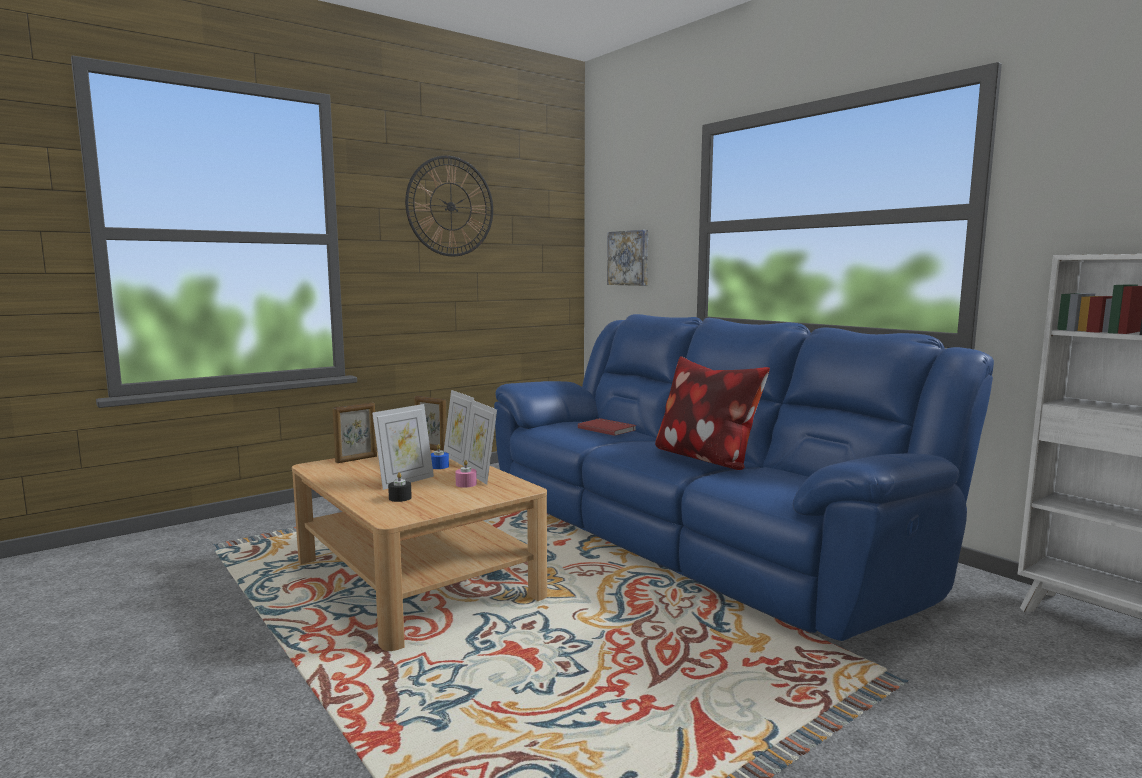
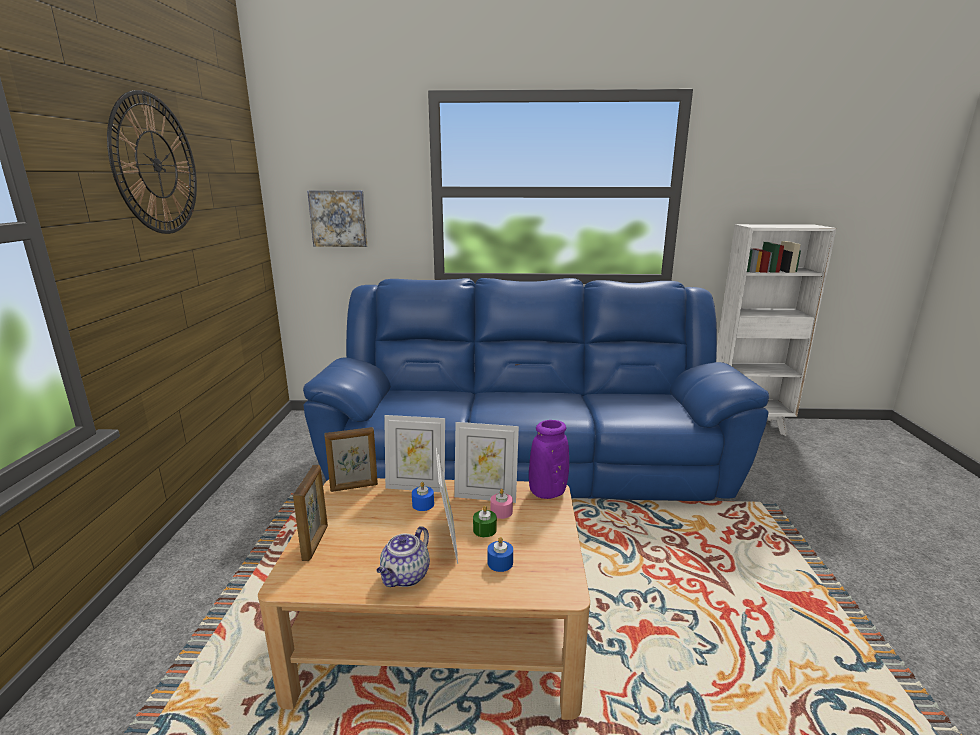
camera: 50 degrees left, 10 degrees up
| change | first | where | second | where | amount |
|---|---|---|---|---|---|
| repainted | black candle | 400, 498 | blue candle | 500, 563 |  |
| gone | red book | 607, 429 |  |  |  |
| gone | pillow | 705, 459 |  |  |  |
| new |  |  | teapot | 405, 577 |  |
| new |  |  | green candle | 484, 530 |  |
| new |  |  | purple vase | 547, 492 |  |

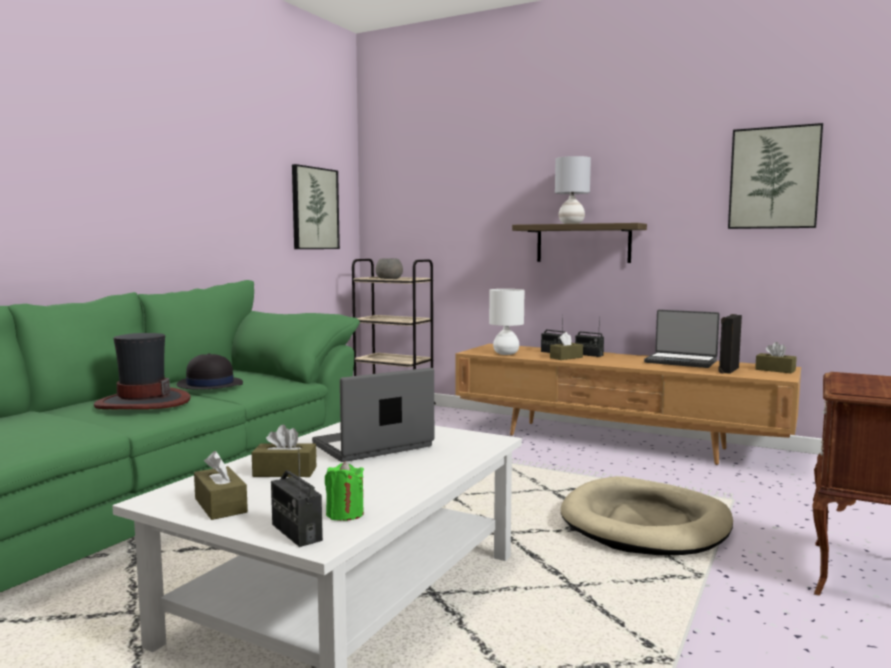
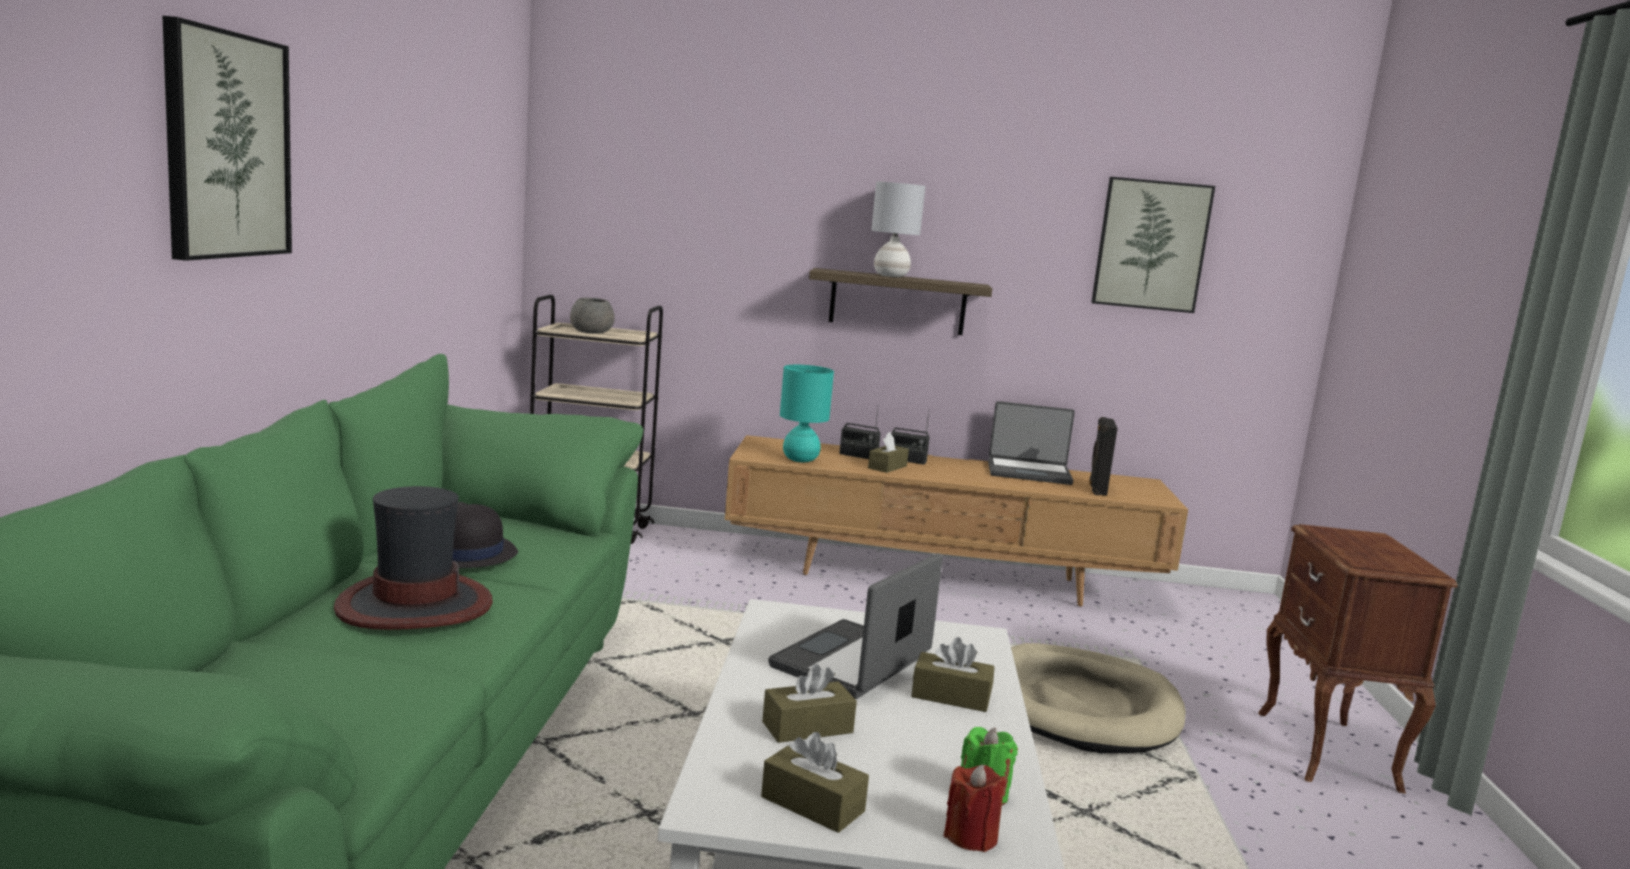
camera: 25 degrees left, 5 degrees up
| change | first | where | second | where | amount |
|---|---|---|---|---|---|
| swapped | radio | 296, 532 | red candle | 970, 836 |  |
| shifted | picture | 314, 208 |  | 226, 145 |  |
| repainted | white table lamp | 506, 354 | turquoise table lamp | 801, 460 |  |
| shifted | brown tissue box | 775, 370 |  | 951, 696 |  |

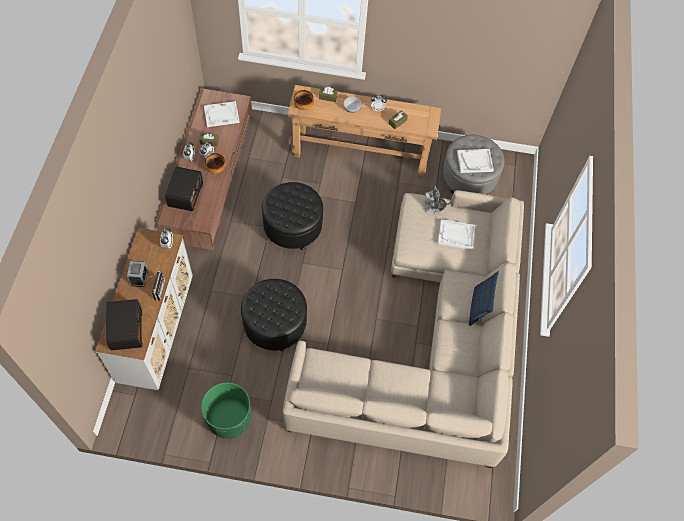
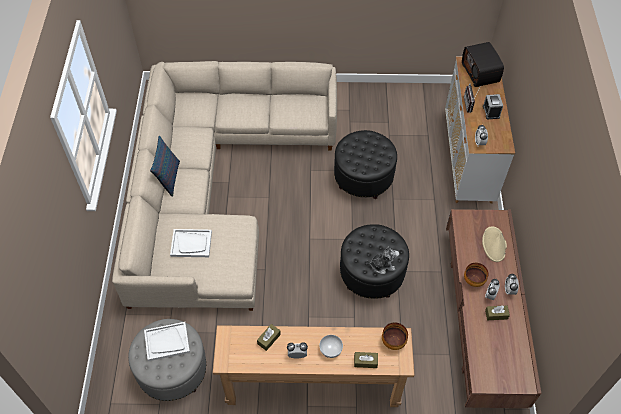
camera: 175 degrees right, 5 degrees down
| change | first | where | second | where | amount |
|---|---|---|---|---|---|
| swapped | radio | 185, 195 | beige hat | 494, 244 |  |
| gone | green planter | 229, 419 |  |  |  |
| gone | white tray | 221, 115 |  |  |  |
| shifted | plush toy | 434, 207 |  | 382, 265 |  |

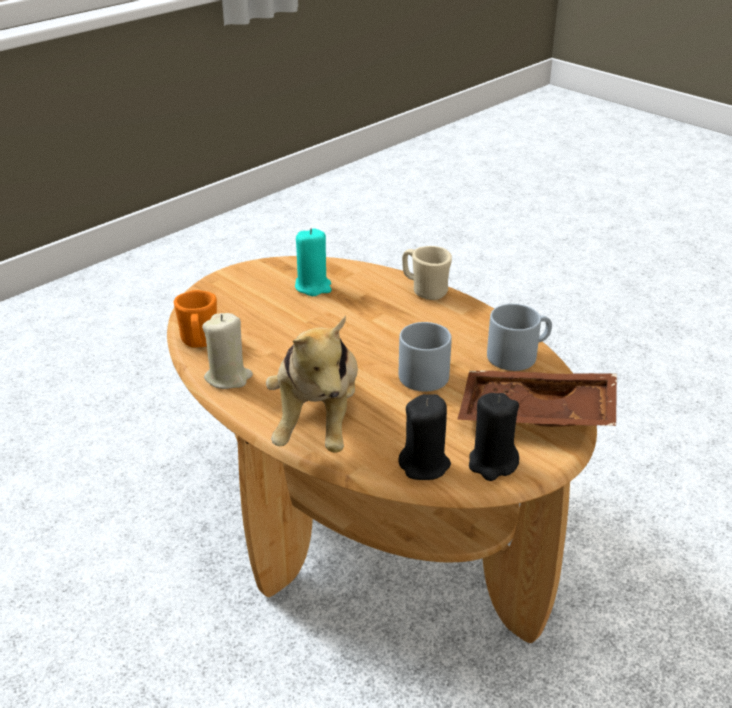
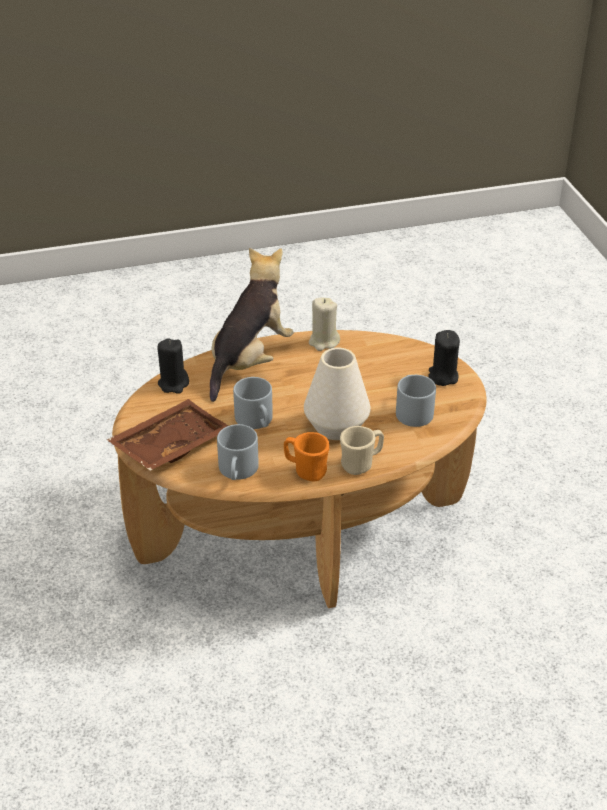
camera: 120 degrees right, 5 degrees up
| change | first | where | second | where | amount |
|---|---|---|---|---|---|
| shifted | orange mug | 199, 342 |  | 306, 470 |  |
| rotated | plush toy | 317, 421 |  | 249, 360 | 90 degrees clockwise |
| swapped | turquoise candle | 313, 286 | grey mug | 412, 410 |  |
| shifted | black candle | 492, 463 |  | 443, 376 |  |
| new |  |  | white vase | 336, 426 |  |

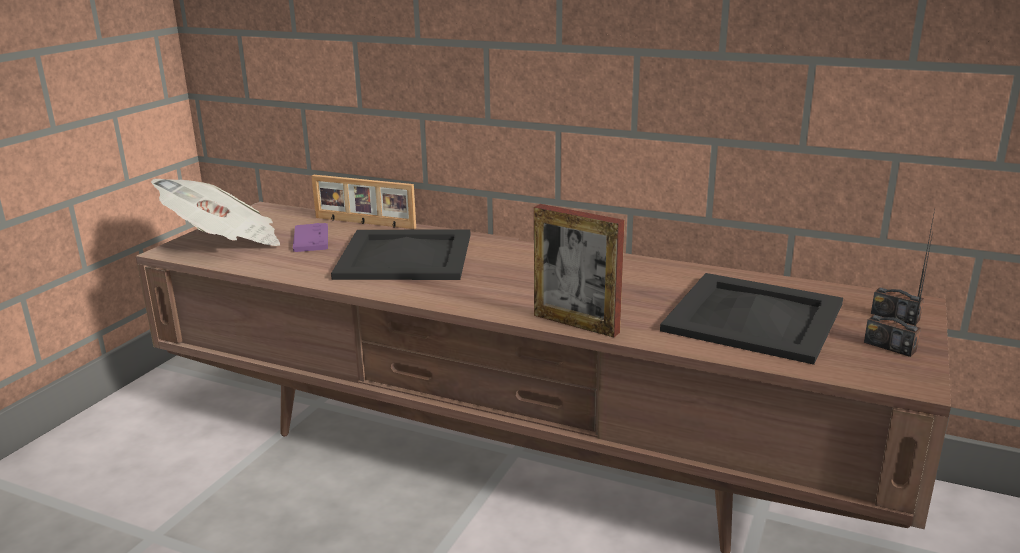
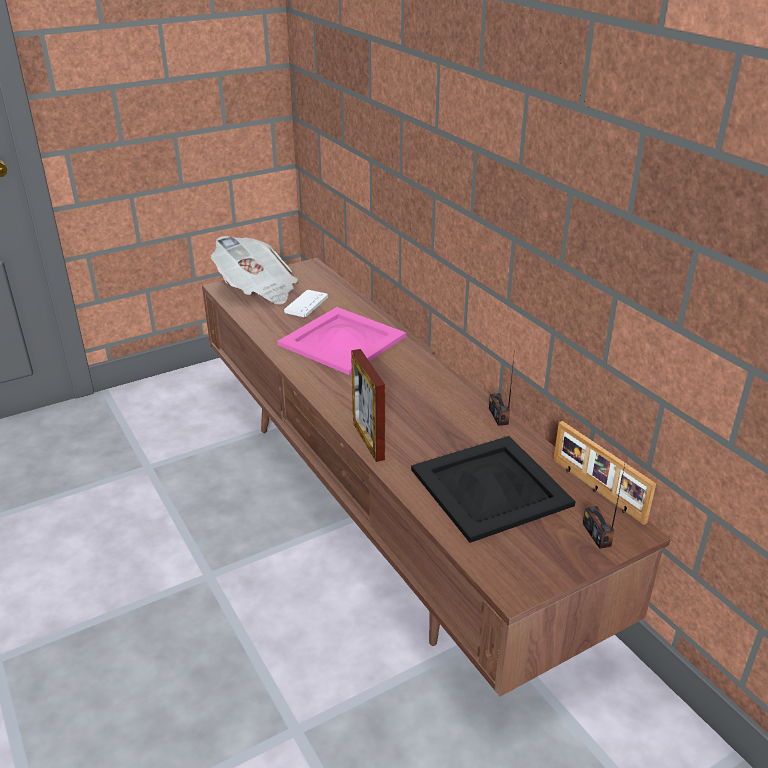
camera: 35 degrees right, 10 degrees up
| change | first | where | second | where | amount |
|---|---|---|---|---|---|
| repainted | purple game controller | 311, 239 | white game controller | 306, 304 |  |
| shifted | picture frame | 364, 223 |  | 596, 490 |  |
| repainted | black tray | 406, 256 | pink tray | 342, 341 |  |
| shifted | radio | 890, 346 |  | 498, 416 |  |

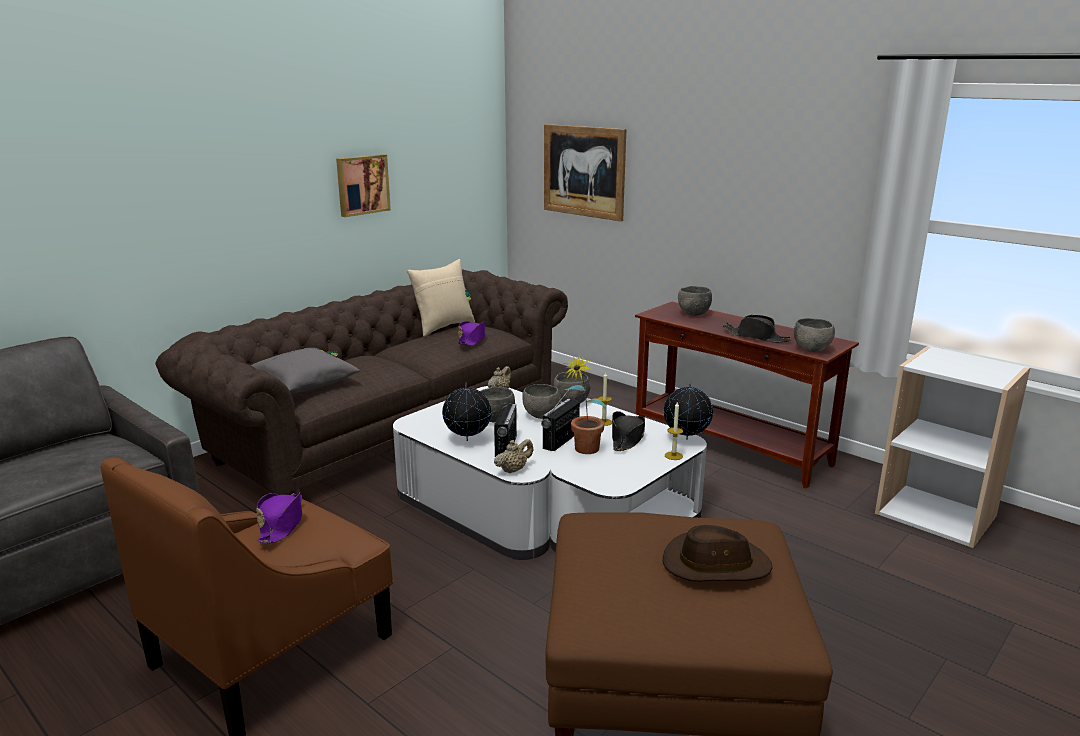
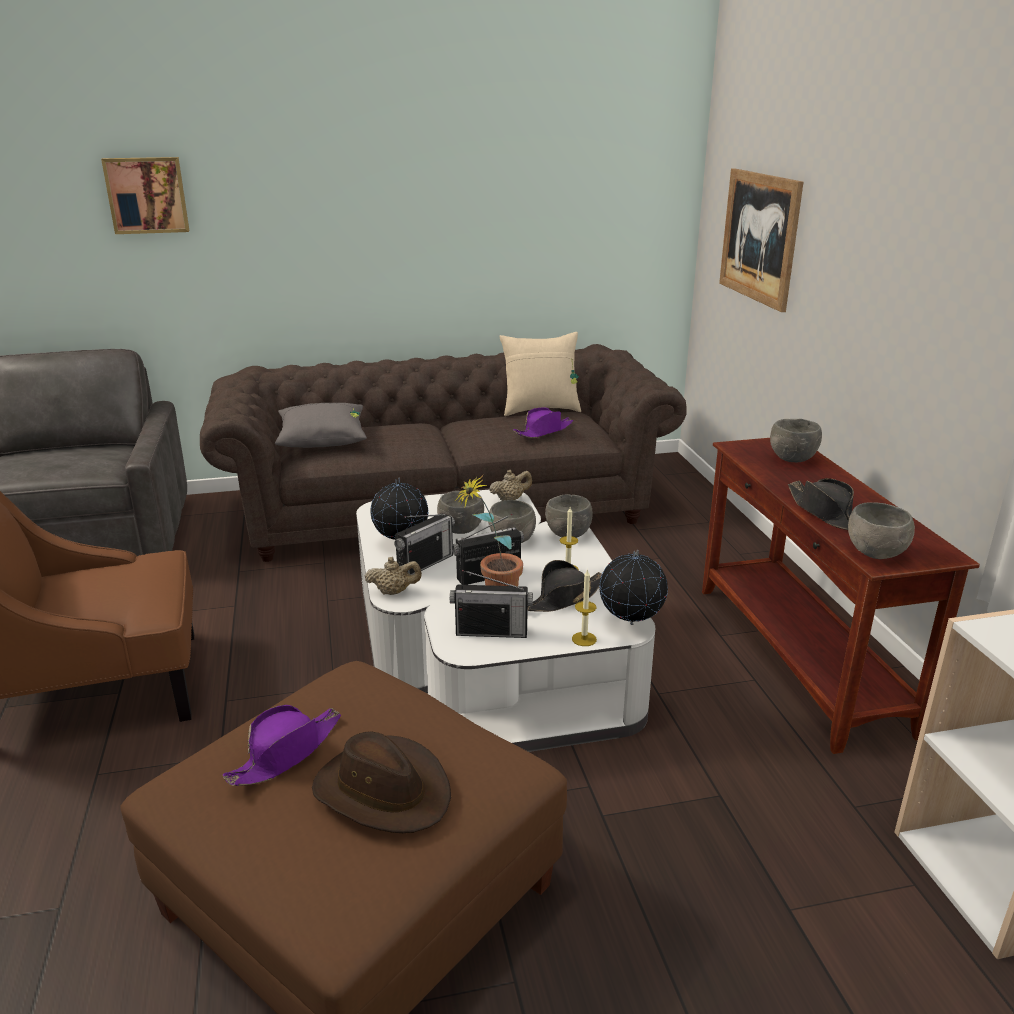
camera: 35 degrees right, 5 degrees up
| change | first | where | second | where | amount |
|---|---|---|---|---|---|
| shifted | purple hat | 282, 523 |  | 286, 752 |  |
| shifted | picture | 362, 185 |  | 147, 195 |  |
| new |  |  | radio | 491, 632 |  |

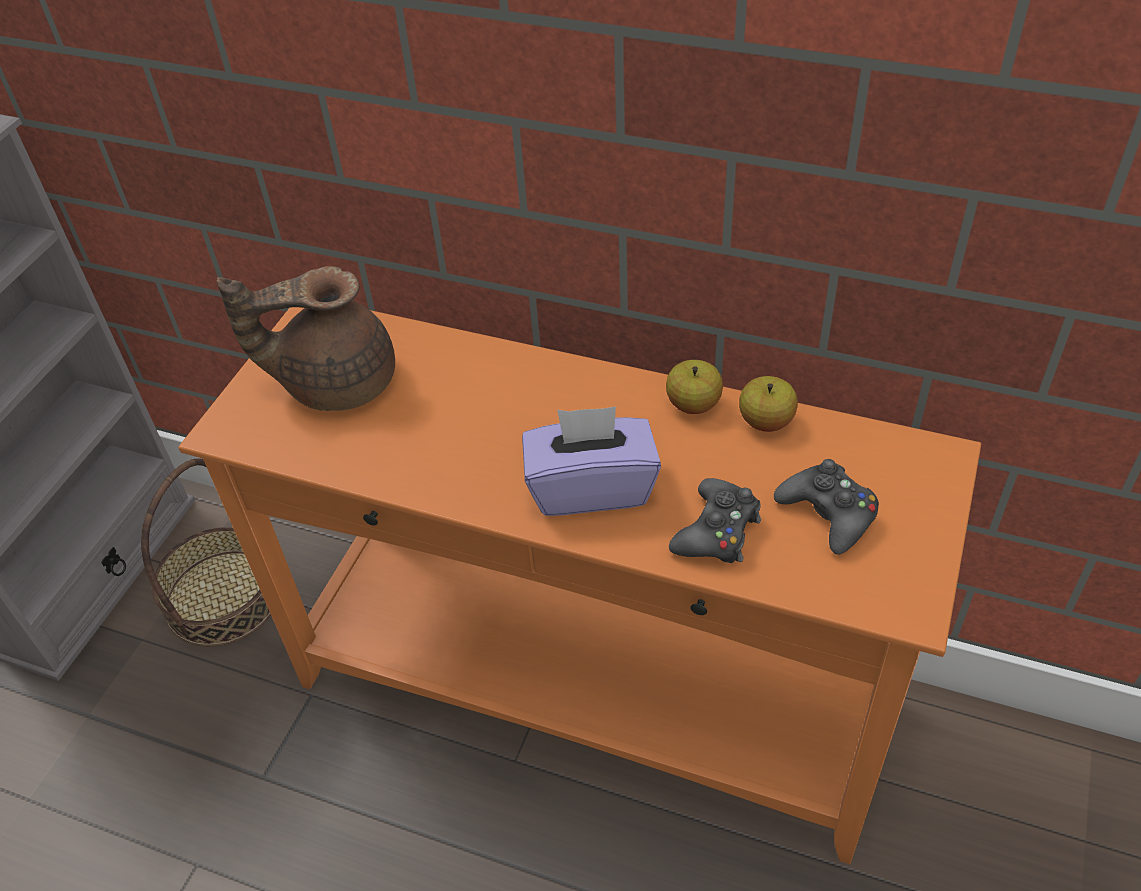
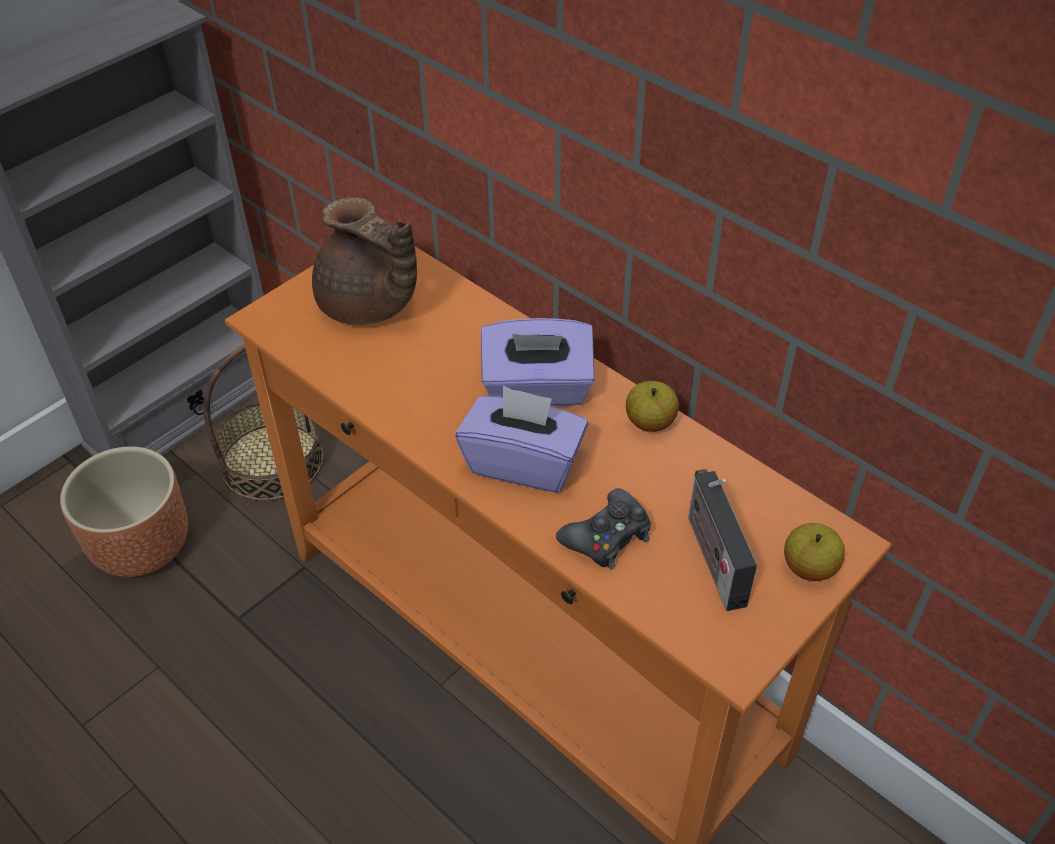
camera: 20 degrees right, 0 degrees up
| change | first | where | second | where | amount |
|---|---|---|---|---|---|
| rotated | brown teapot | 335, 382 |  | 368, 306 | 150 degrees counterclockwise |
| shifted | apple | 766, 422 |  | 809, 568 |  |
| swapped | black game controller | 828, 513 | radio | 712, 556 |  |
| new |  |  | brown planter | 143, 546 |  |
| new |  |  | purple tissue box | 537, 389 |  |

